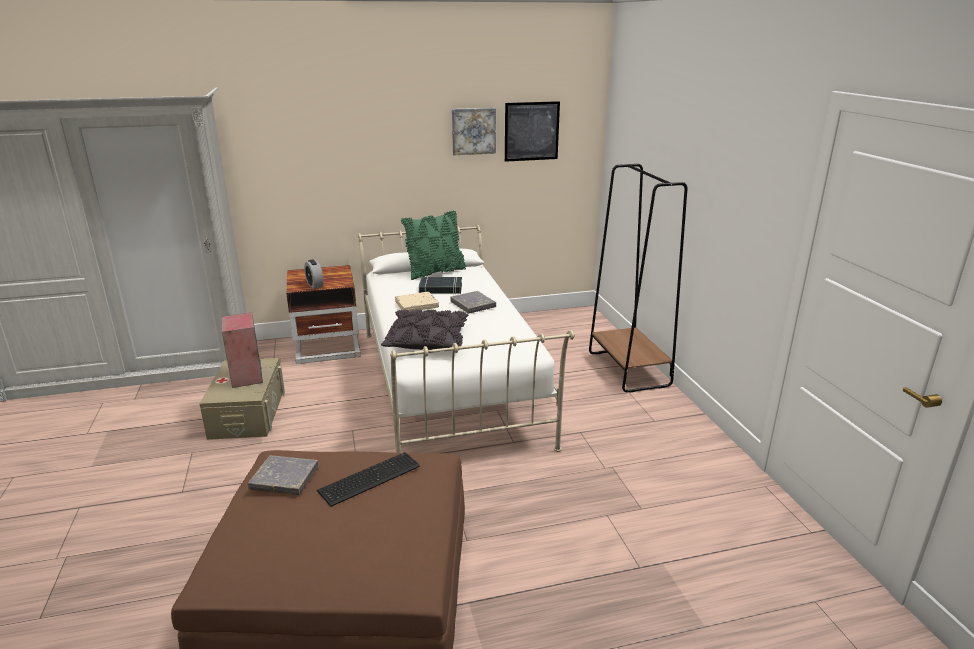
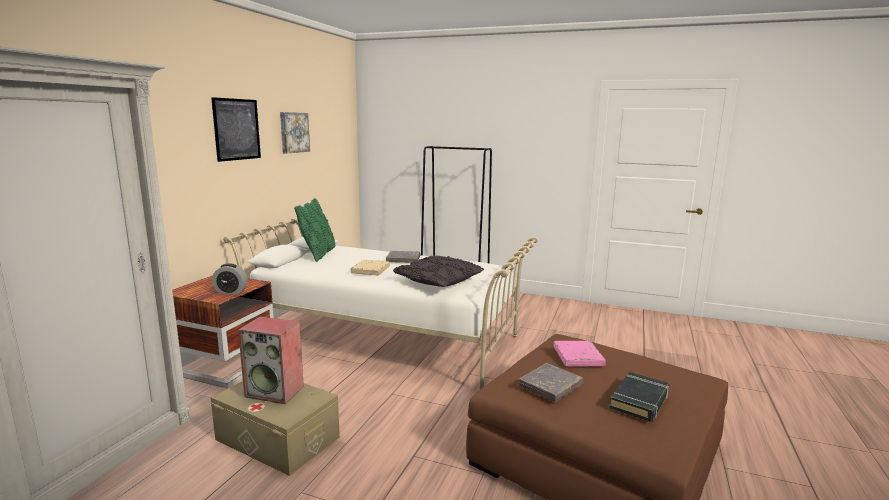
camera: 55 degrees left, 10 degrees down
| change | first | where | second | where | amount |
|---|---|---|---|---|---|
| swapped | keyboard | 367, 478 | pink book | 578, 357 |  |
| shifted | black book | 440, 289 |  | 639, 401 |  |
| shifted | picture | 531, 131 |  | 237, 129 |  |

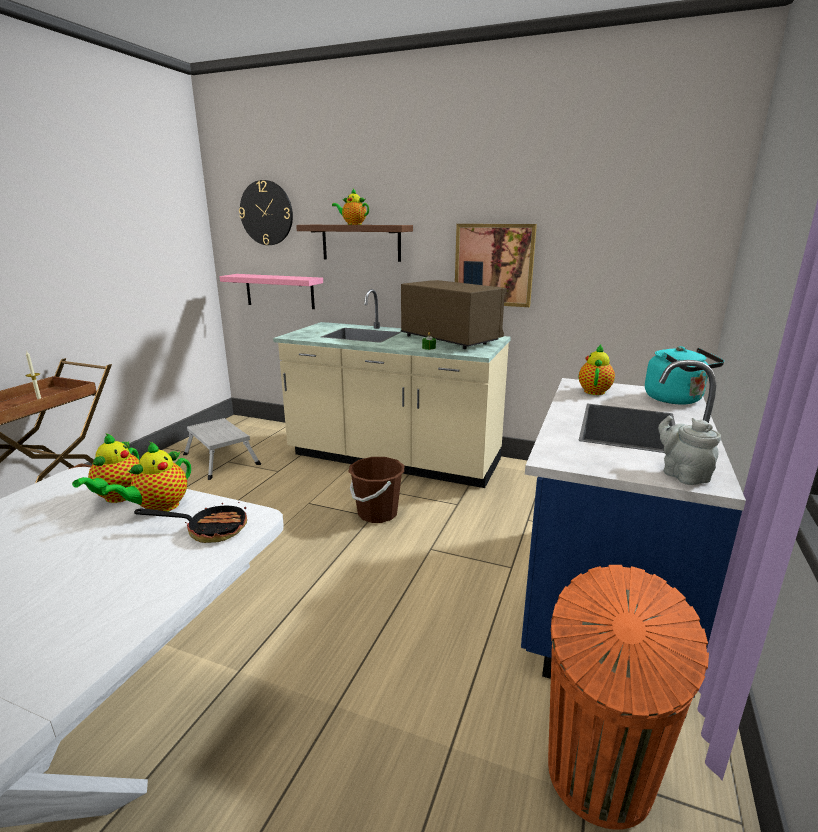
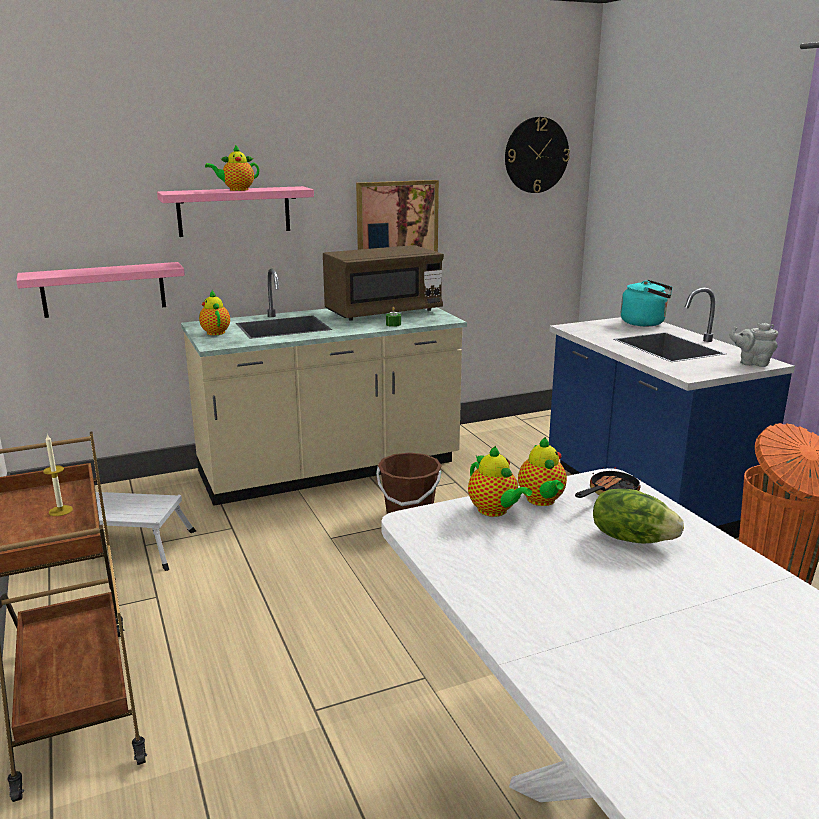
camera: 45 degrees left, 0 degrees up
| change | first | where | second | where | amount |
|---|---|---|---|---|---|
| shifted | wall clock | 266, 213 |  | 536, 155 |  |
| repainted | brown shelf | 361, 242 | pink shelf | 234, 211 |  |
| rotated | brown microwave | 450, 339 |  | 383, 312 | 150 degrees clockwise |
| shifted | teapot | 594, 391 |  | 215, 332 |  |
| new |  |  | lettuce | 631, 538 |  |

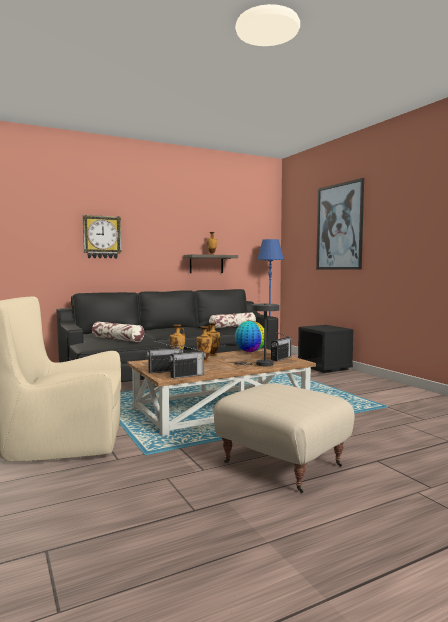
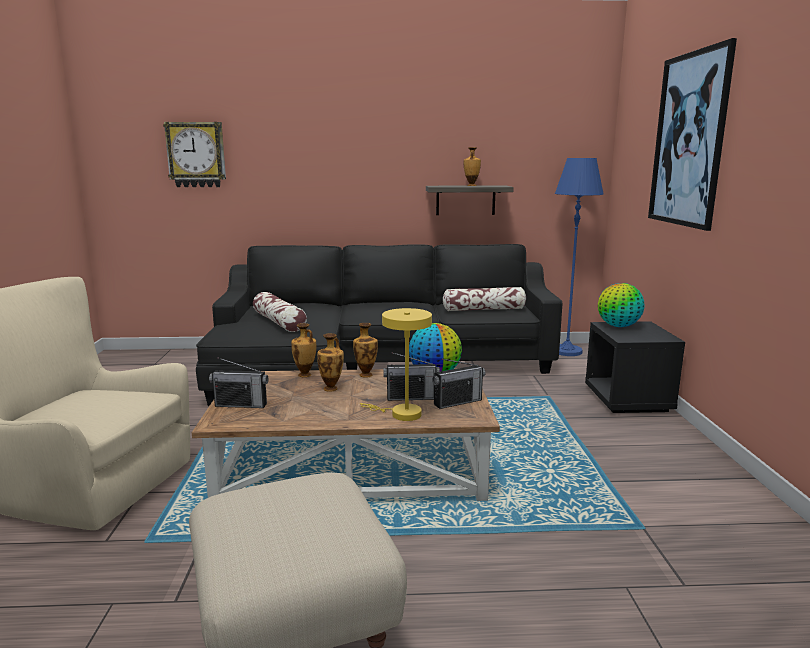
camera: 25 degrees right, 10 degrees up
| change | first | where | second | where | amount |
|---|---|---|---|---|---|
| shifted | wall clock | 101, 237 |  | 196, 155 |  |
| shifted | radio | 187, 376 |  | 411, 397 |  |
| repainted | grey table lamp | 261, 364 | yellow table lamp | 401, 414 |  |
| new |  |  | globe | 618, 326 |  |

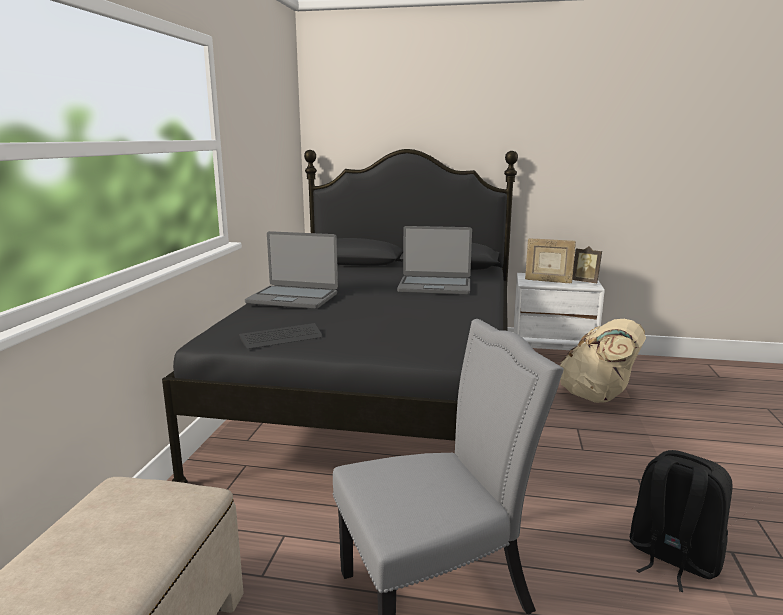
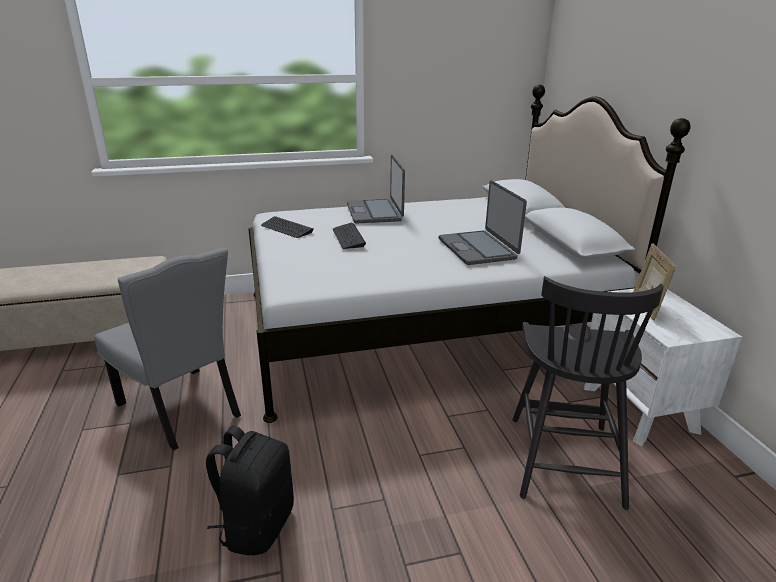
camera: 65 degrees right, 10 degrees up
| change | first | where | second | where | amount |
|---|---|---|---|---|---|
| repainted | black bed | 379, 400 | white bed | 423, 328 |  |
| swapped | beige backpack | 598, 397 | black chair | 564, 457 |  |
| gone | picture frame | 586, 282 |  |  |  |
| new |  |  | keyboard | 348, 237 |  |

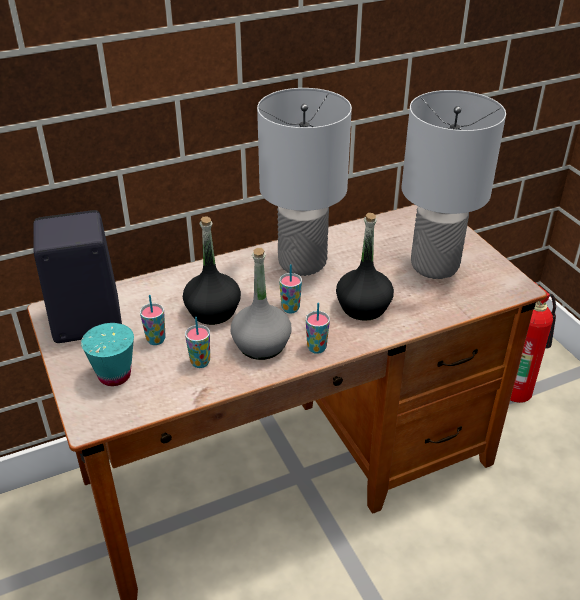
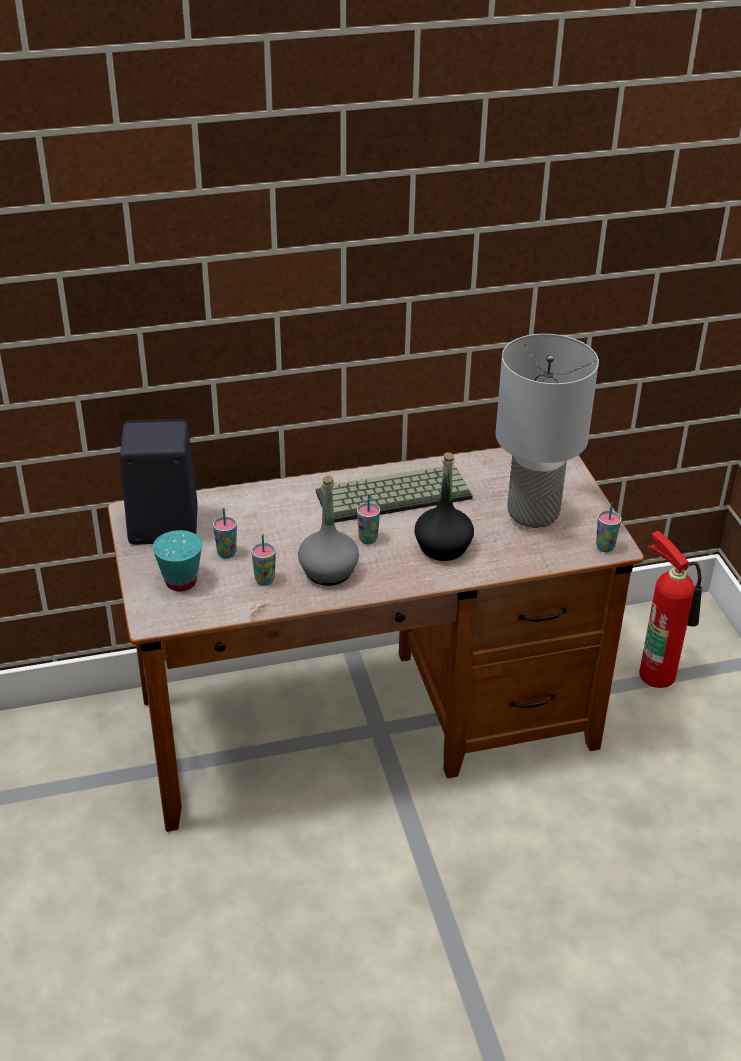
camera: 10 degrees right, 0 degrees up
| change | first | where | second | where | amount |
|---|---|---|---|---|---|
| gone | black bottle | 213, 311 |  |  |  |
| swapped | grey table lamp | 302, 267 | keyboard | 393, 497 |  |
| shifted | cup | 316, 348 |  | 605, 547 |  |

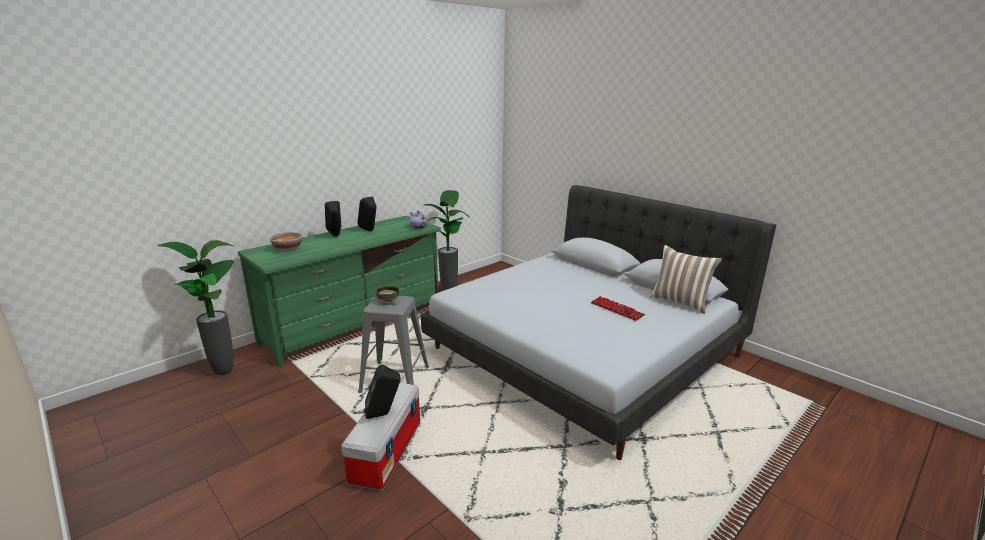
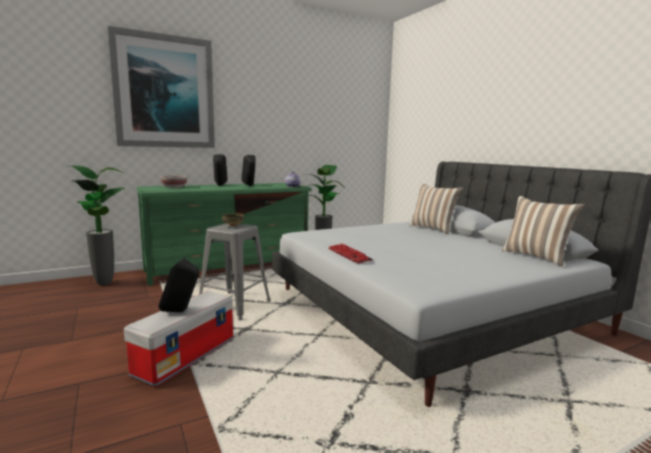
camera: 15 degrees right, 10 degrees down
| change | first | where | second | where | amount |
|---|---|---|---|---|---|
| shifted | keyboard | 617, 309 |  | 349, 255 |  |
| new |  |  | picture | 164, 92 |  |
| new |  |  | pillow | 433, 229 |  |

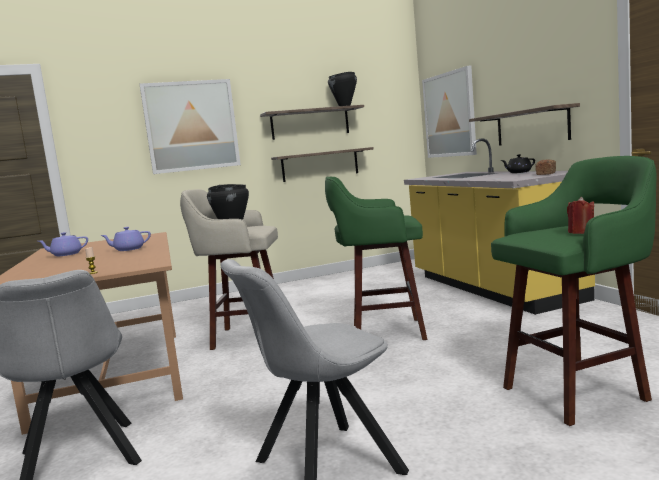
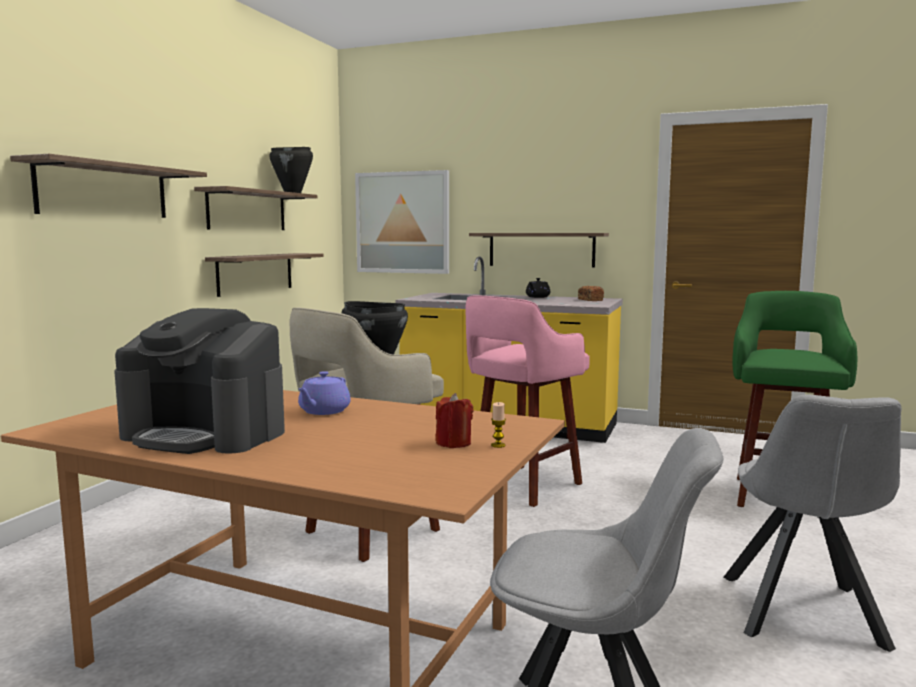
camera: 50 degrees left, 0 degrees up
| change | first | where | second | where | amount |
|---|---|---|---|---|---|
| swapped | purple teapot | 66, 254 | coffee machine | 206, 434 |  |
| swapped | picture | 191, 126 | shelf | 104, 191 |  |
| repainted | green stool | 384, 332 | pink stool | 522, 487 |  |
| shifted | red candle | 581, 232 |  | 453, 443 |  |

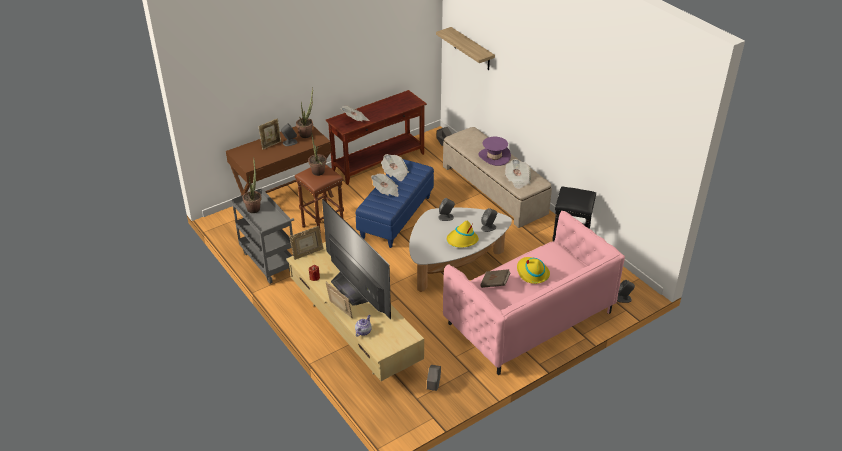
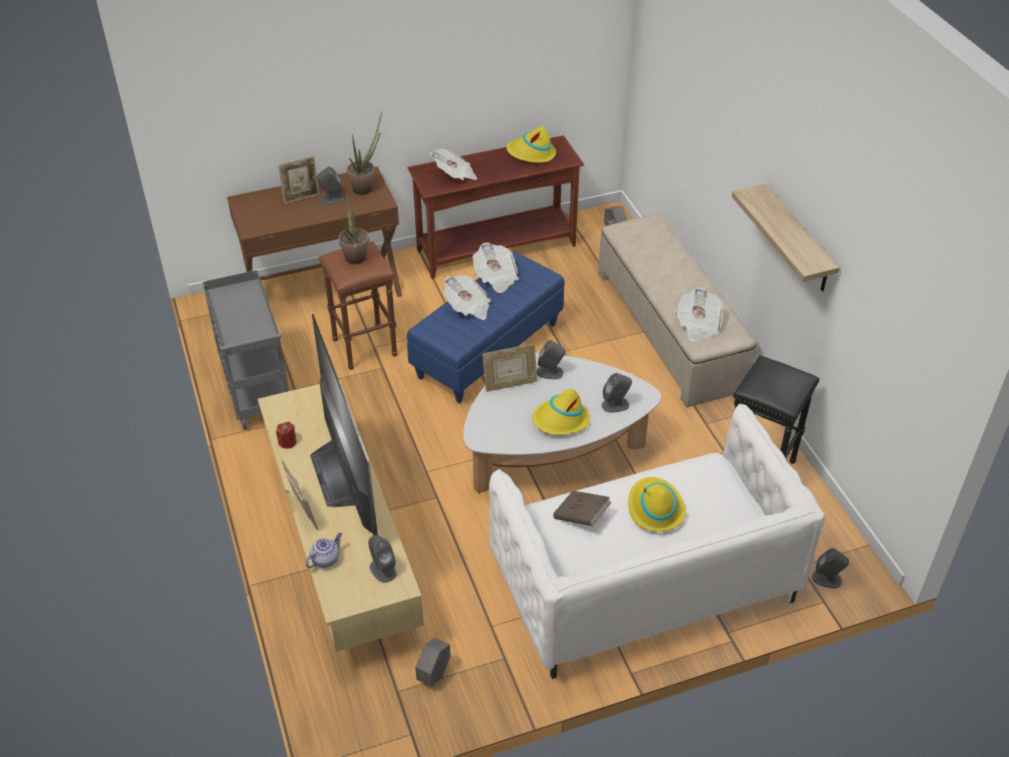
camera: 15 degrees right, 5 degrees up
| change | first | where | second | where | amount |
|---|---|---|---|---|---|
| gone | potted plant | 254, 207 |  |  |  |
| shifted | picture frame | 307, 253 |  | 510, 385 |  |
| shifted | shelf | 472, 49 |  | 797, 240 |  |
| repainted | pink sofa | 528, 319 | white sofa | 643, 583 |  |
| gone | purple hat | 494, 157 |  |  |  |
| new |  |  | grey speaker | 382, 569 |  |
| new |  |  | yellow hat | 531, 154 |  |

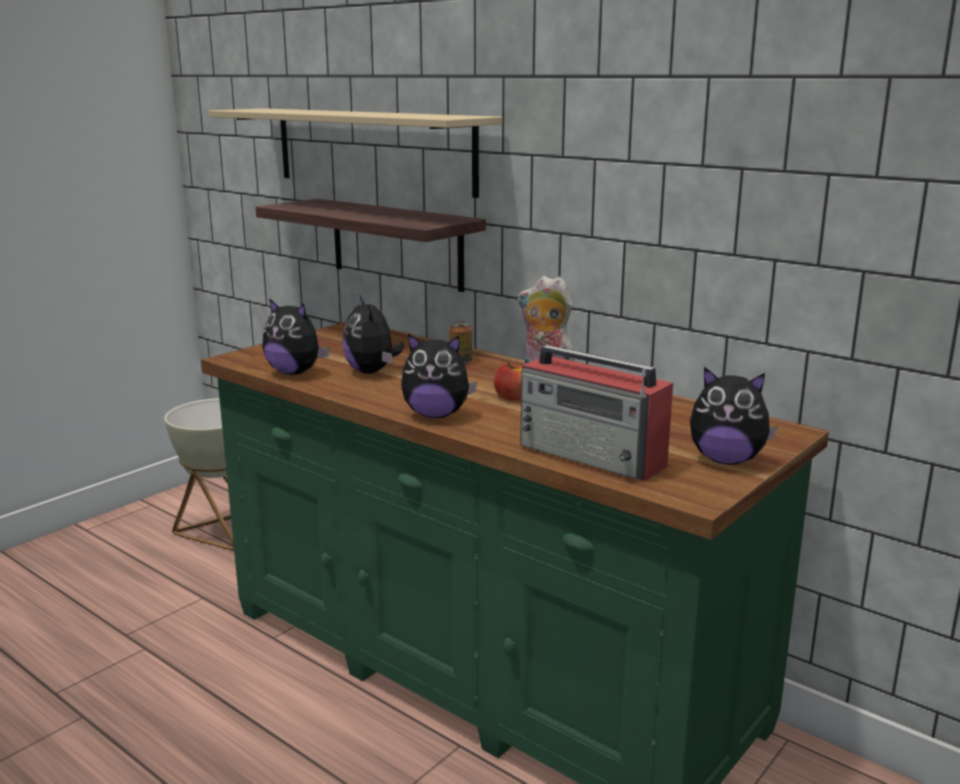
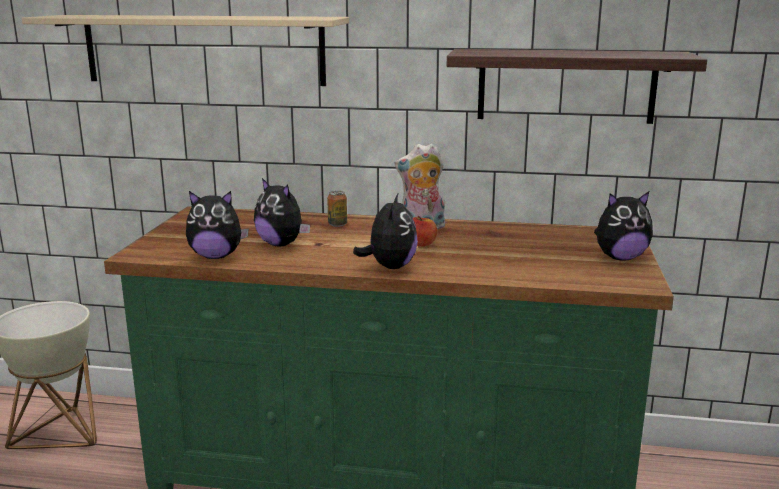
camera: 30 degrees left, 0 degrees up
| change | first | where | second | where | amount |
|---|---|---|---|---|---|
| shifted | shelf | 396, 244 |  | 566, 86 |  |
| rotated | plush toy | 436, 415 |  | 389, 267 | 60 degrees counterclockwise |
| gone | radio | 593, 456 |  |  |  |

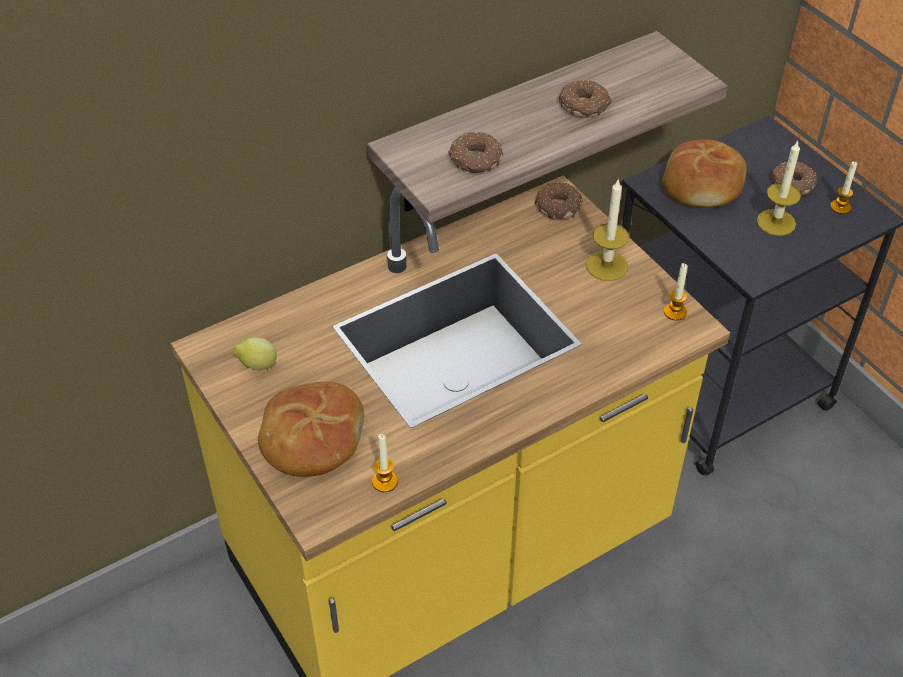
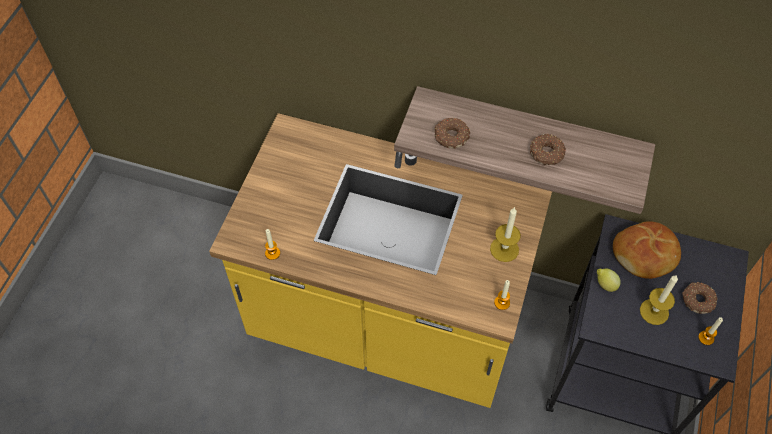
camera: 50 degrees right, 10 degrees up
| change | first | where | second | where | amount |
|---|---|---|---|---|---|
| shifted | lemon | 257, 366 |  | 605, 284 |  |
| gone | bread | 311, 439 |  |  |  |
| gone | donut | 558, 206 |  |  |  |

